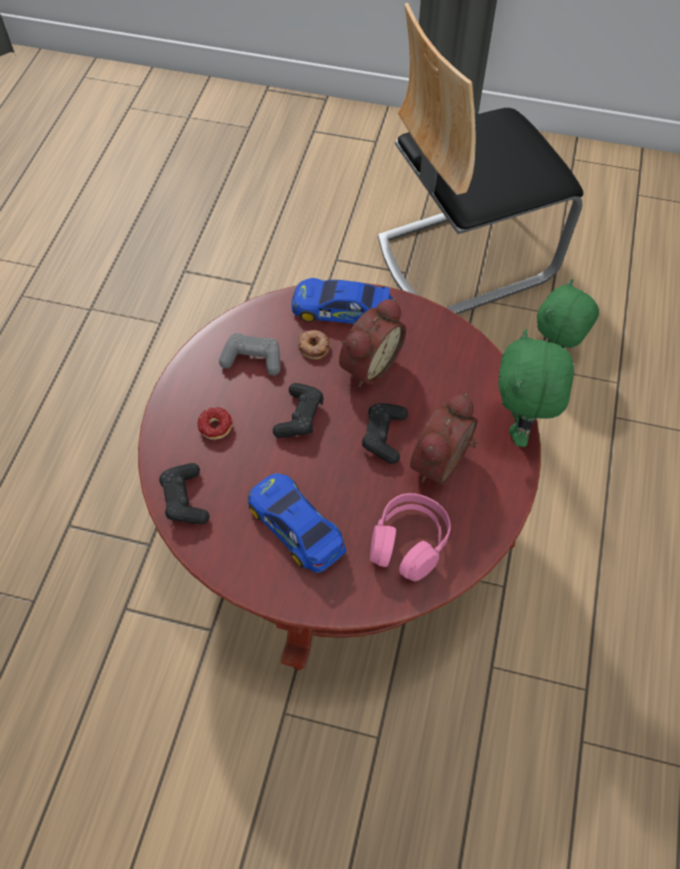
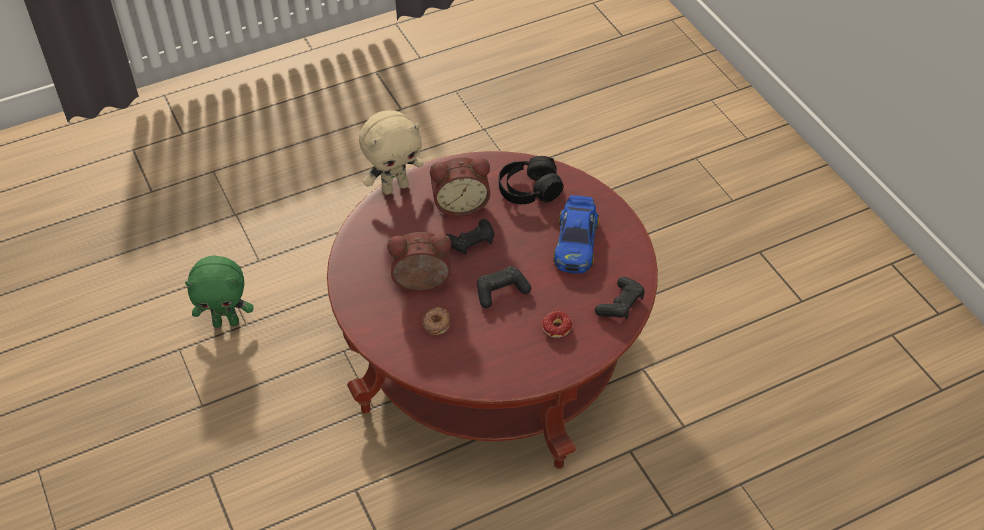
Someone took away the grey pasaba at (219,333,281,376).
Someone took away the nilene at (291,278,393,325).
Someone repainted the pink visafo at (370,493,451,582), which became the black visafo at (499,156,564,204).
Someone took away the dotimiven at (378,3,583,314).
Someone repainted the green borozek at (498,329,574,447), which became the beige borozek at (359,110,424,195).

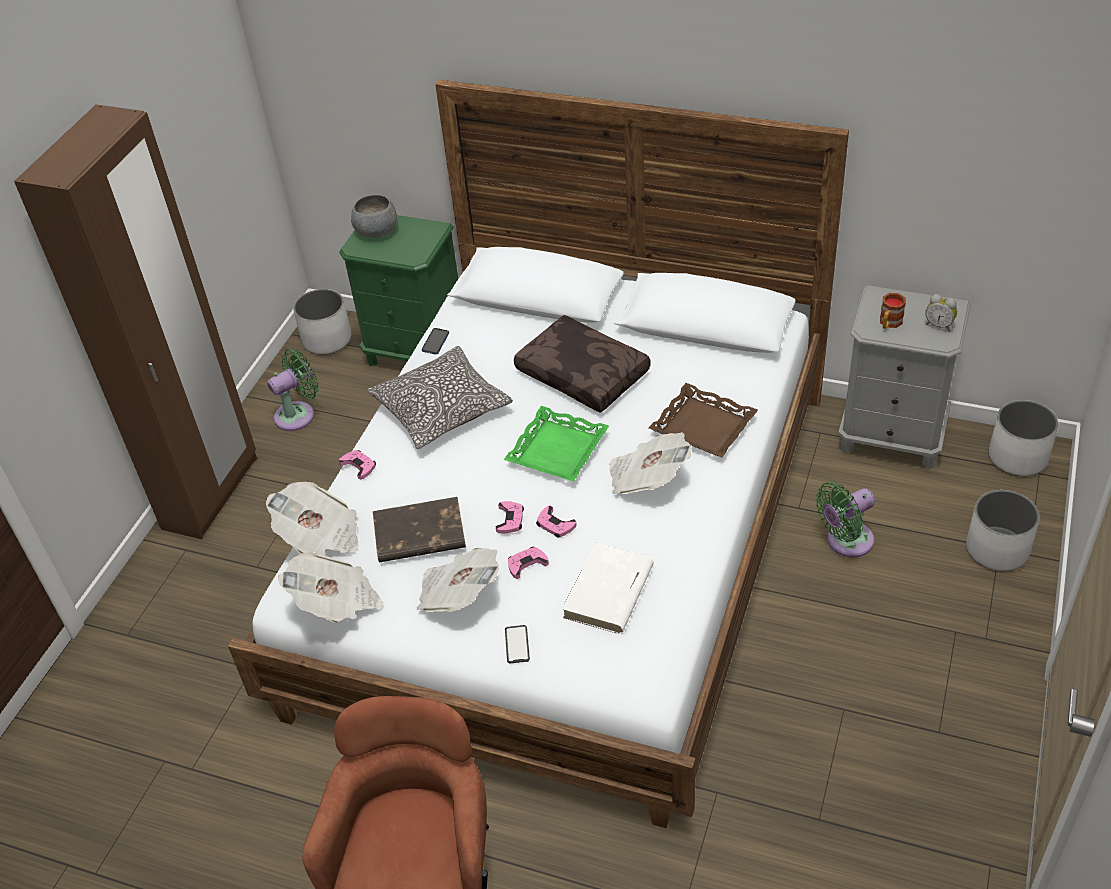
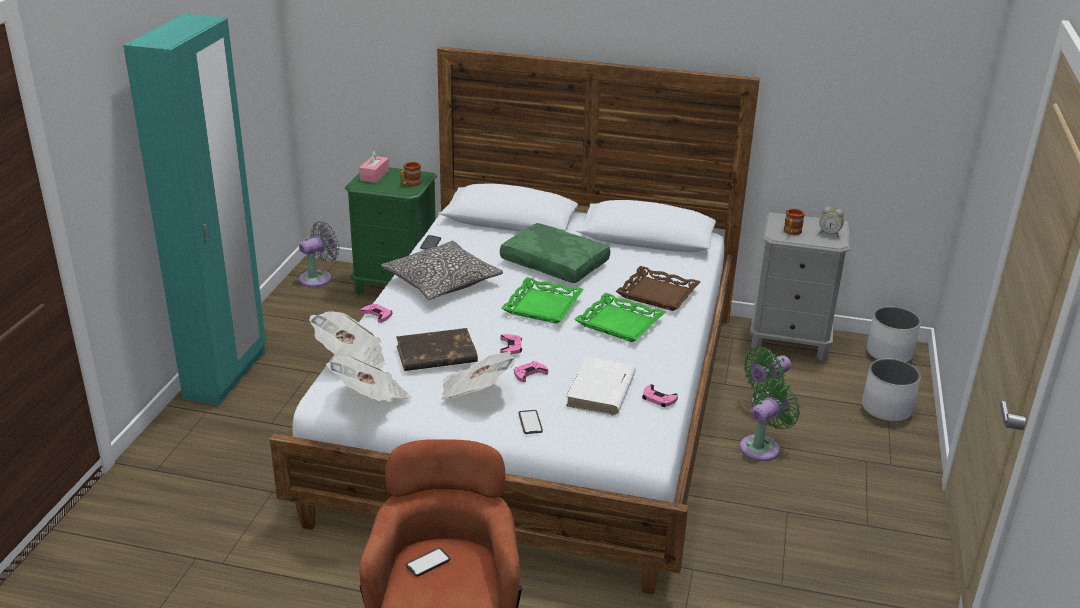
Someone repainted the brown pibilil at (14,104,257,539), which became the turquoise pibilil at (123,14,266,405).
Someone carried the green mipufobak from (267,348,319,431) to (740,378,800,461).
Someone swapped the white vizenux at (293,289,352,355) for the grey mipufobak at (299,221,339,287).
Someone swapped the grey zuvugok at (351,195,397,238) for the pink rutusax at (359,150,389,183).
Someone repainted the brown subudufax at (514,315,651,413), which became the green subudufax at (500,223,610,283).
Someone carried the pink pasaba from (536,506,577,537) to (642,384,678,407).
Someone swapped the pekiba at (609,433,692,494) for the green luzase at (574,293,665,342).
Someone put down the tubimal at (400,162,422,187).
Someone put down the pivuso at (406,548,451,576).

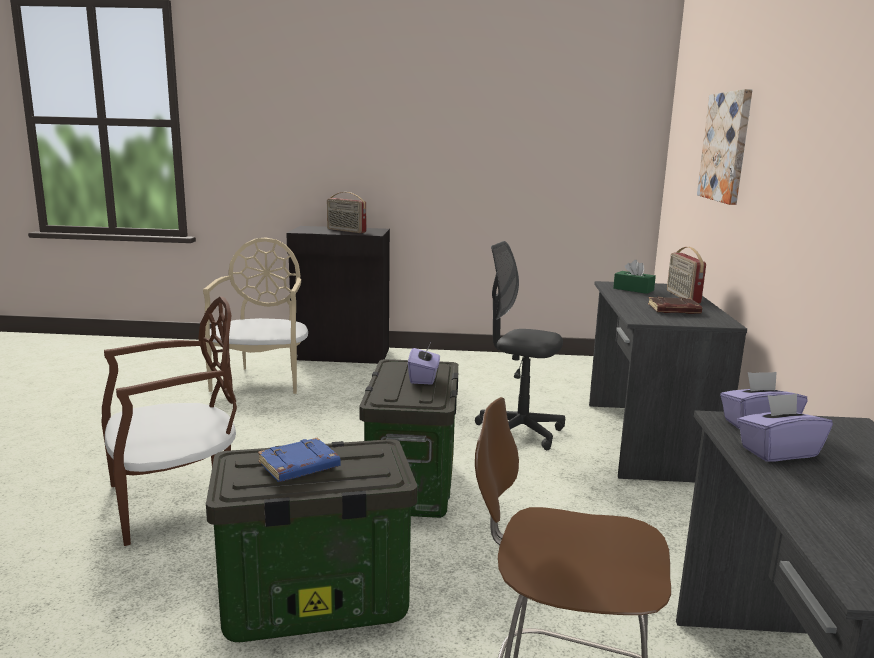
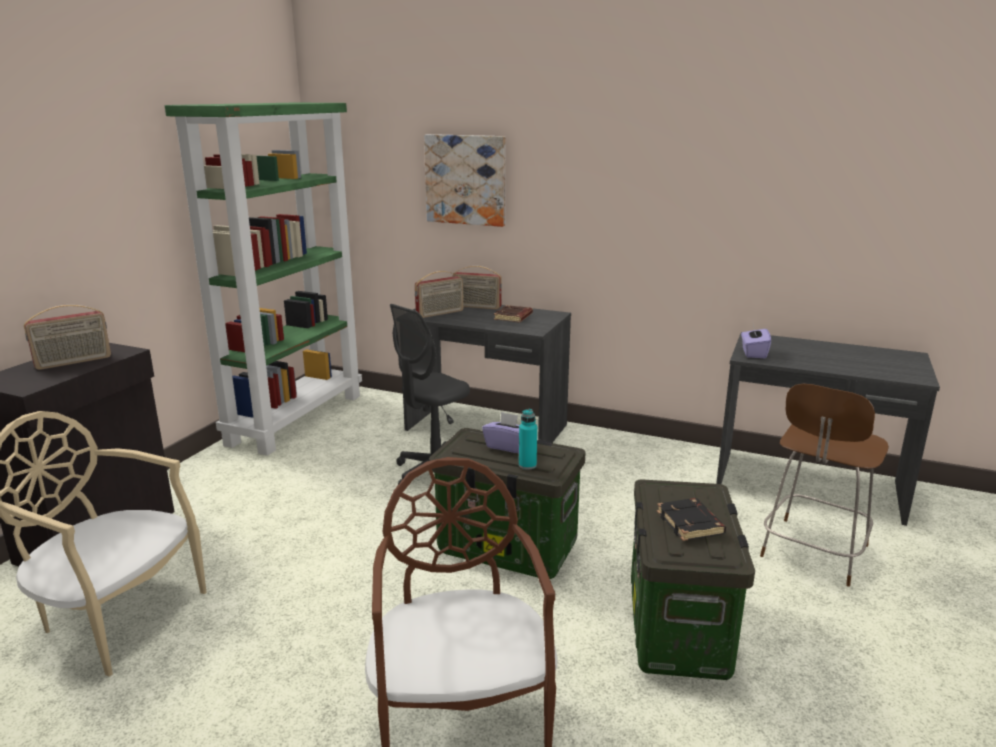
Someone repainted the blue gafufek at (258,438,341,482), which became the black gafufek at (657,498,726,541).
Someone swapped the green rutusax at (613,260,656,294) for the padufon at (415,271,463,318).
Someone took away the purple rutusax at (737,394,833,462).
Someone put down the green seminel at (165,103,362,456).
Someone put down the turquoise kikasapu at (519,409,537,470).

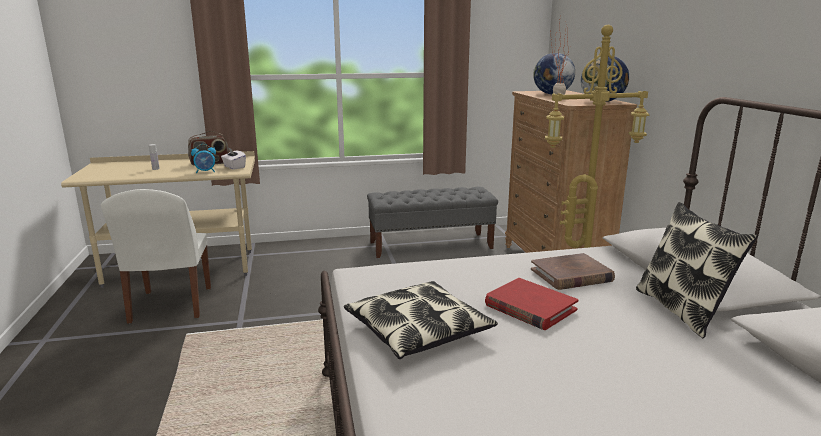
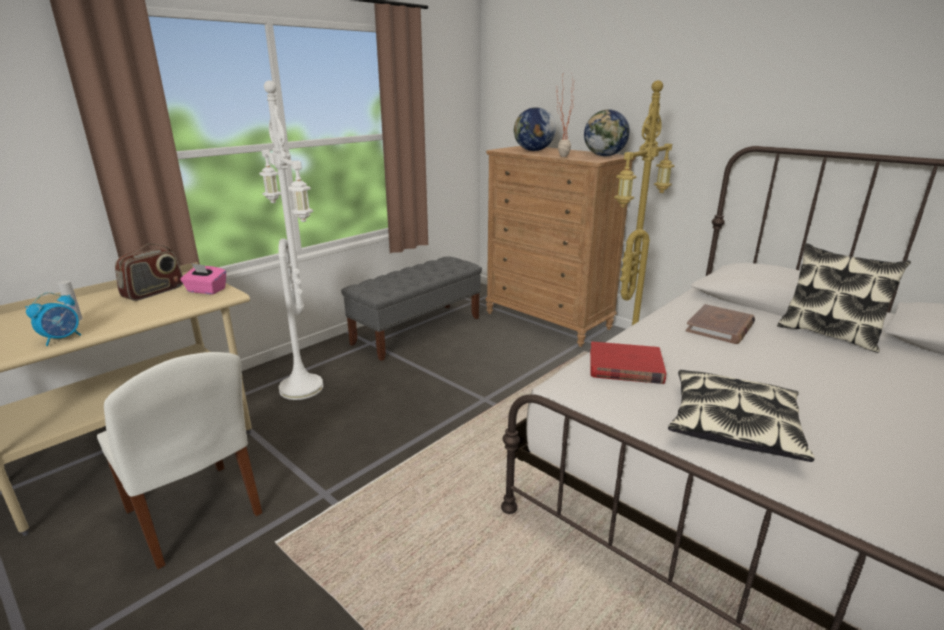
Someone carried the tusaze from (191,144,216,174) to (26,293,81,346).
Someone repainted the white rutusax at (221,147,246,170), which became the pink rutusax at (180,263,226,294).
Someone carried the red gafufek from (485,278,578,330) to (590,341,666,384).
Someone put down the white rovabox at (259,80,323,400).

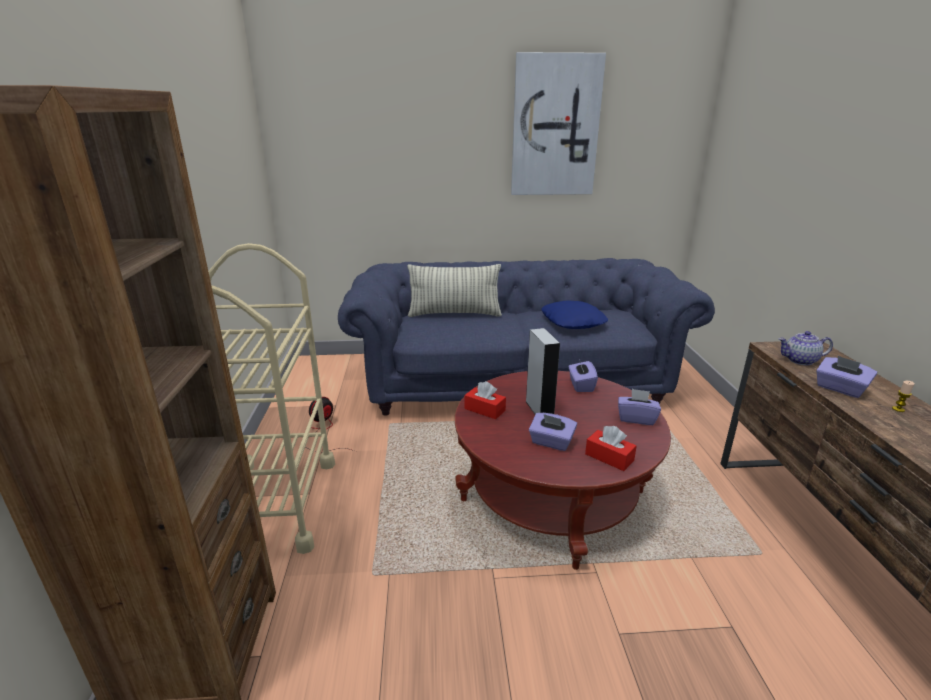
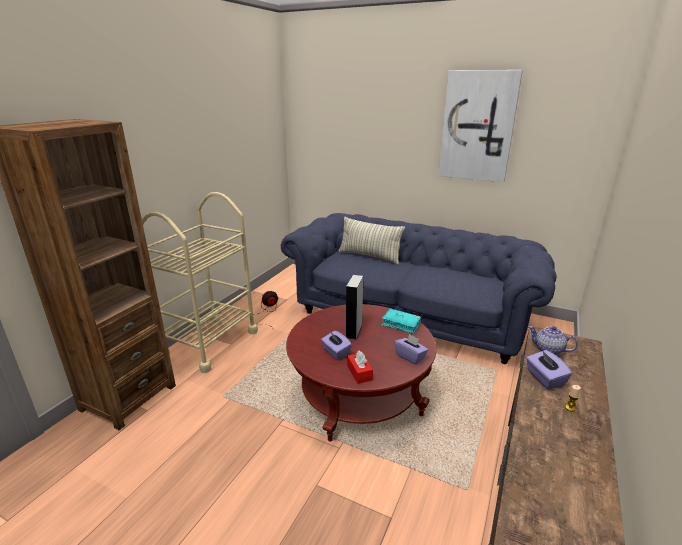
Someone took away the red rutusax at (464,381,506,419).
Someone took away the blue subudufax at (541,301,608,329).
Someone swapped the purple rutusax at (568,359,598,392) for the turquoise gafufek at (382,309,421,334).

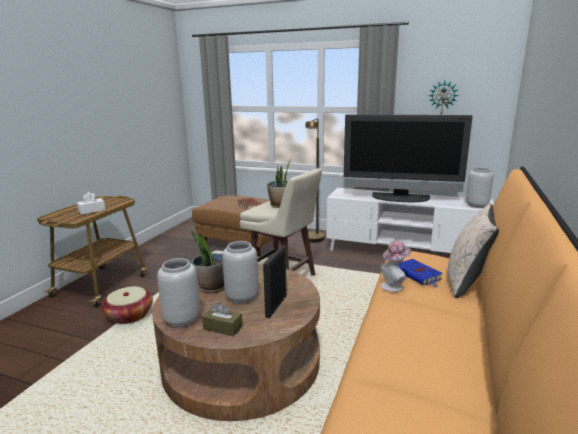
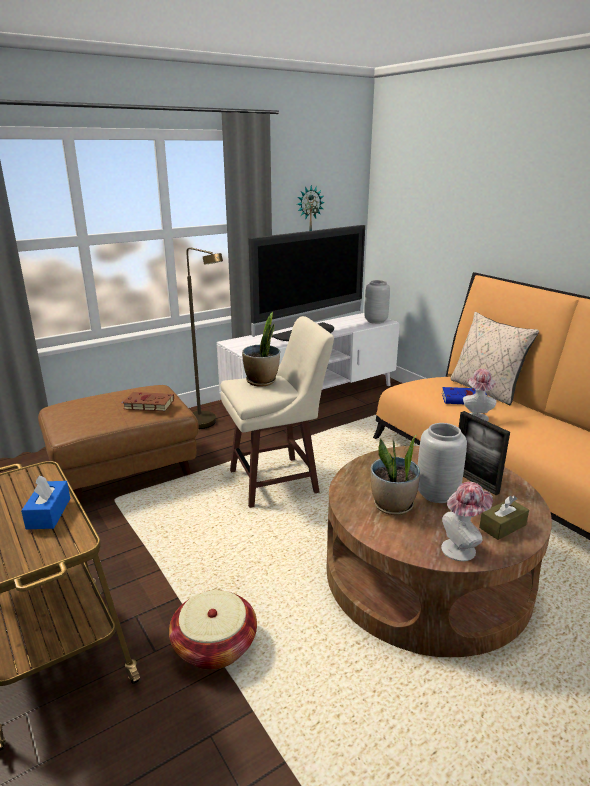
Someone repainted the white rutusax at (77,192,106,215), which became the blue rutusax at (21,476,70,529).
Someone swapped the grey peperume at (157,258,200,327) for the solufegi at (441,482,493,561).

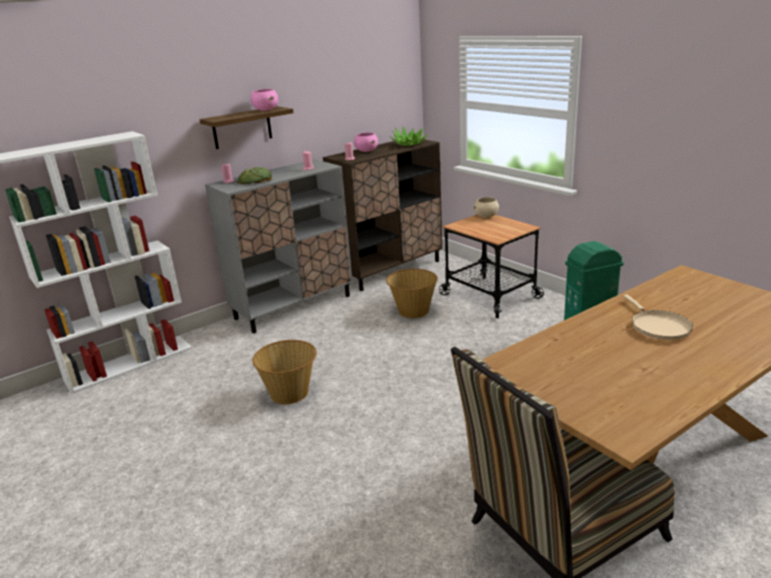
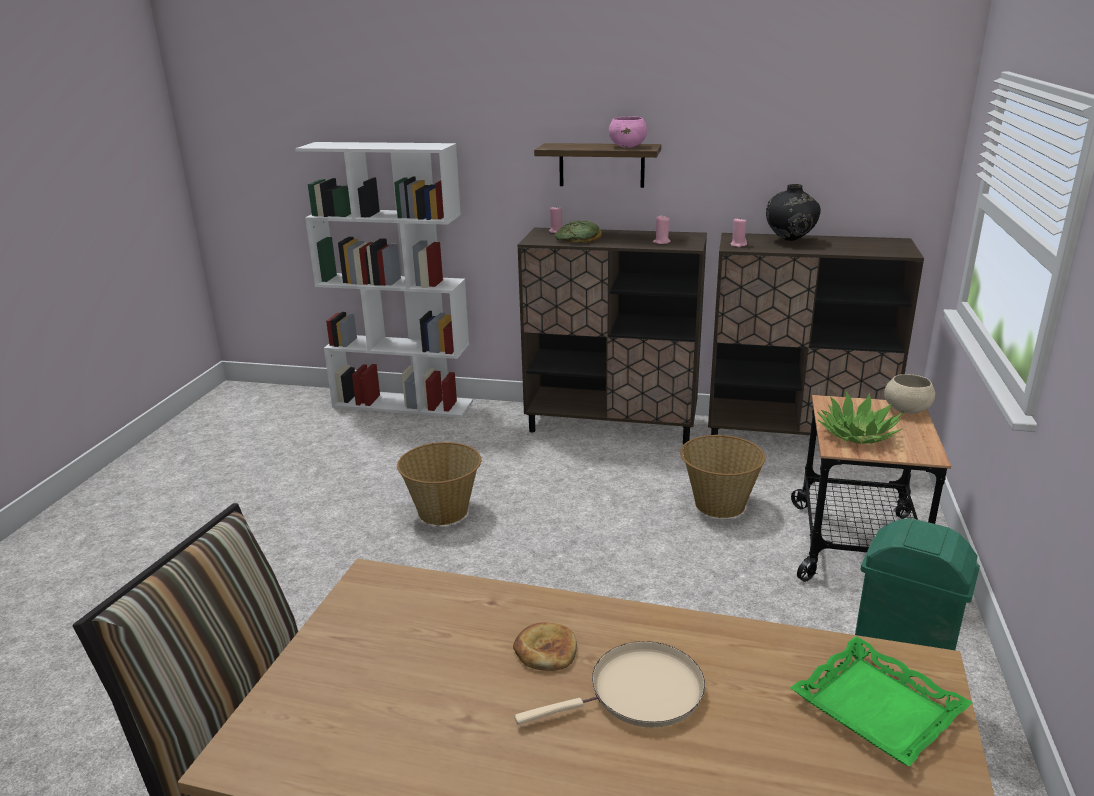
Someone repainted the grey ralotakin at (205,159,353,333), which became the brown ralotakin at (517,228,707,444).
Someone swapped the pink zuvugok at (354,132,378,152) for the black peperume at (766,184,821,241).
Someone carried the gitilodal from (391,126,429,146) to (817,392,903,444).
Someone rotated the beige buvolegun at (623,295,693,340) by 150 degrees counterclockwise.
Someone put down the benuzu at (513,622,577,671).
Someone put down the green luzase at (790,636,973,766).

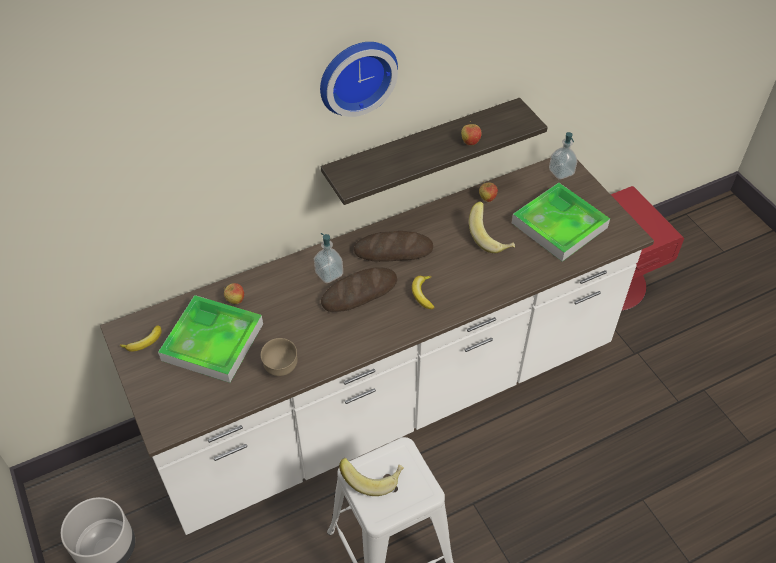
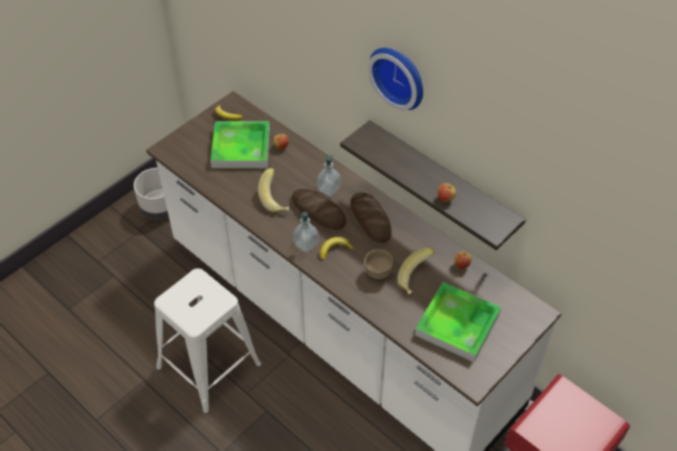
Someone carried the brown zuvugok from (261,338,297,376) to (364,249,393,279).
Someone carried the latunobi from (339,458,404,496) to (258,168,289,213).
Someone carried the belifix from (549,132,578,180) to (293,212,318,252).

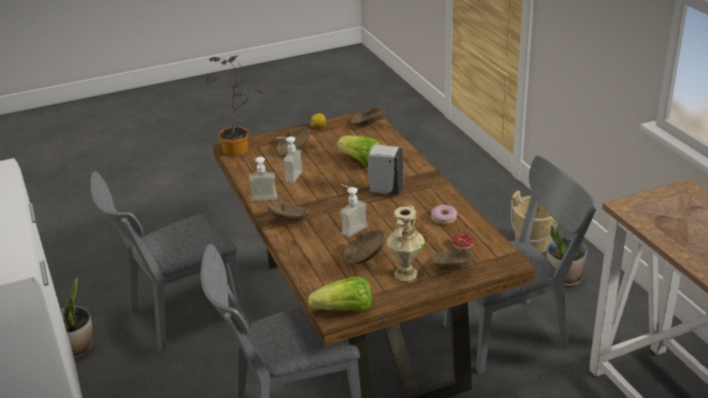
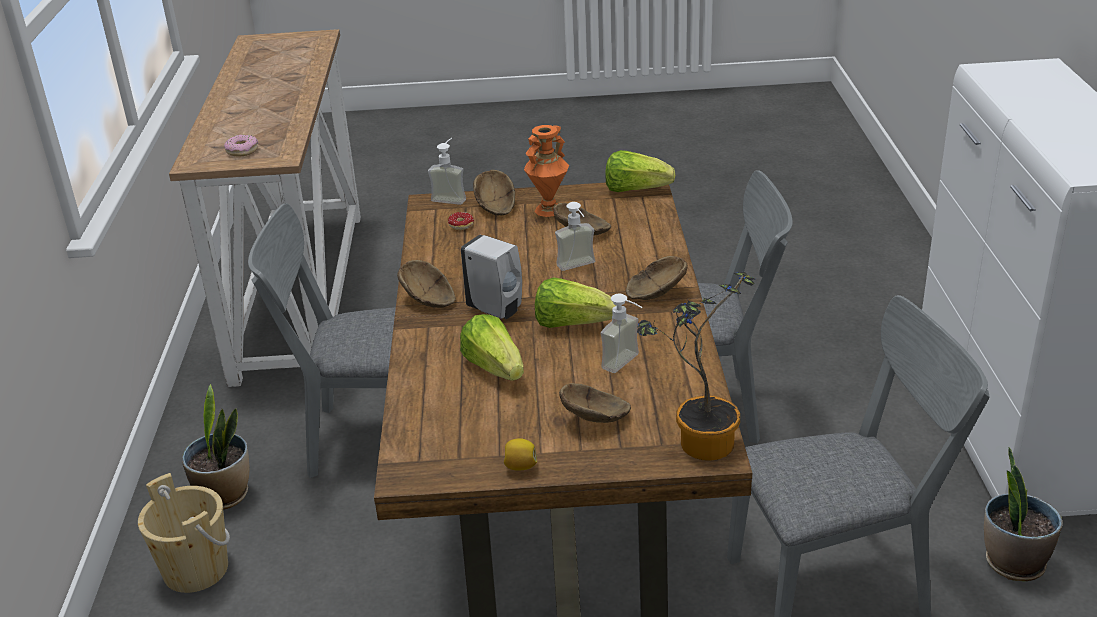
Someone carried the belifix from (249,157,277,201) to (428,138,466,205).
Someone carried the brown zuvugok from (350,107,385,126) to (397,260,456,308).
Someone repainted the beige peperume at (386,205,425,281), which became the orange peperume at (524,125,569,217).
Someone carried the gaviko from (431,205,457,224) to (224,135,258,156).
Someone put down the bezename at (535,277,617,328).

